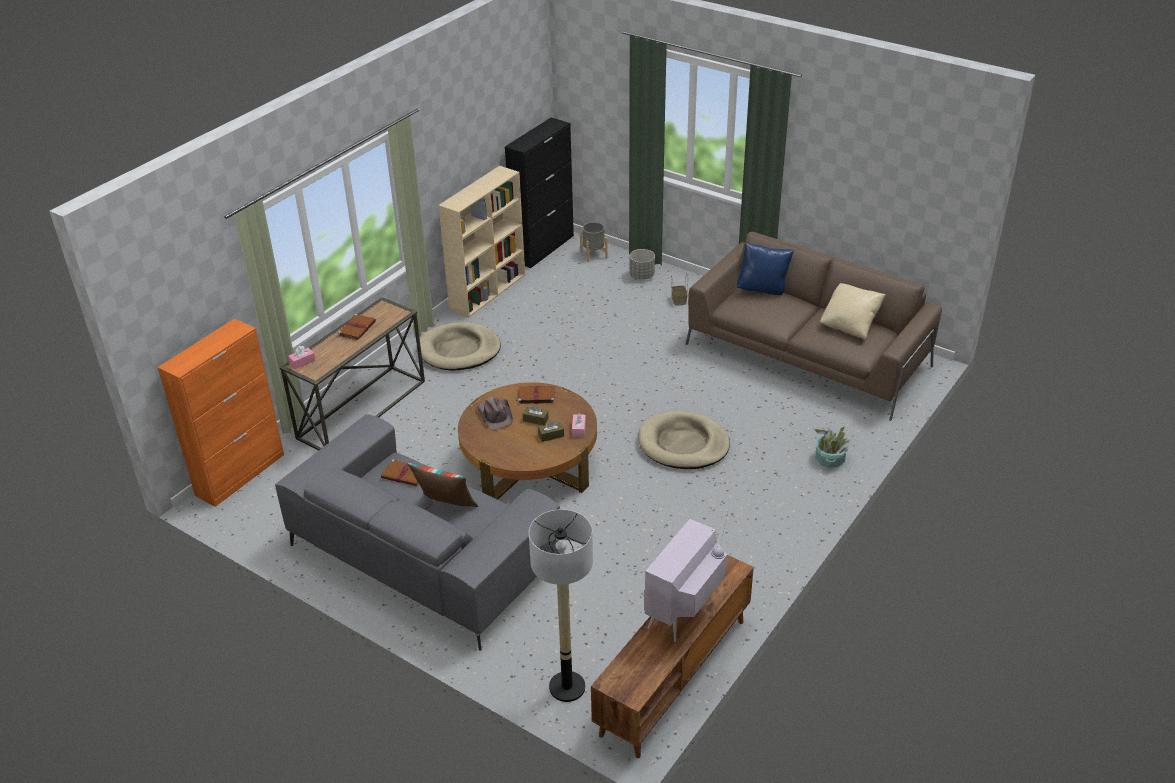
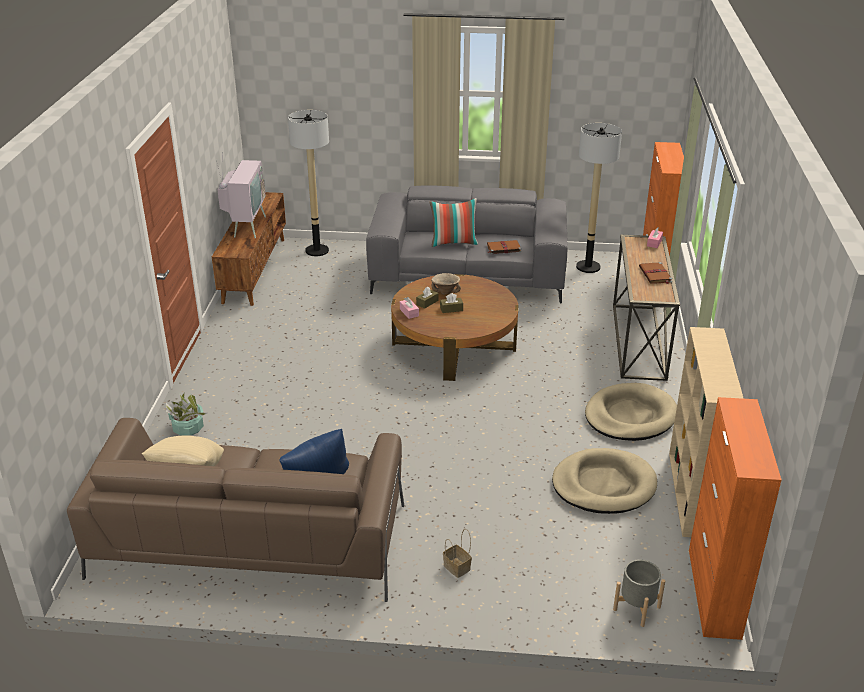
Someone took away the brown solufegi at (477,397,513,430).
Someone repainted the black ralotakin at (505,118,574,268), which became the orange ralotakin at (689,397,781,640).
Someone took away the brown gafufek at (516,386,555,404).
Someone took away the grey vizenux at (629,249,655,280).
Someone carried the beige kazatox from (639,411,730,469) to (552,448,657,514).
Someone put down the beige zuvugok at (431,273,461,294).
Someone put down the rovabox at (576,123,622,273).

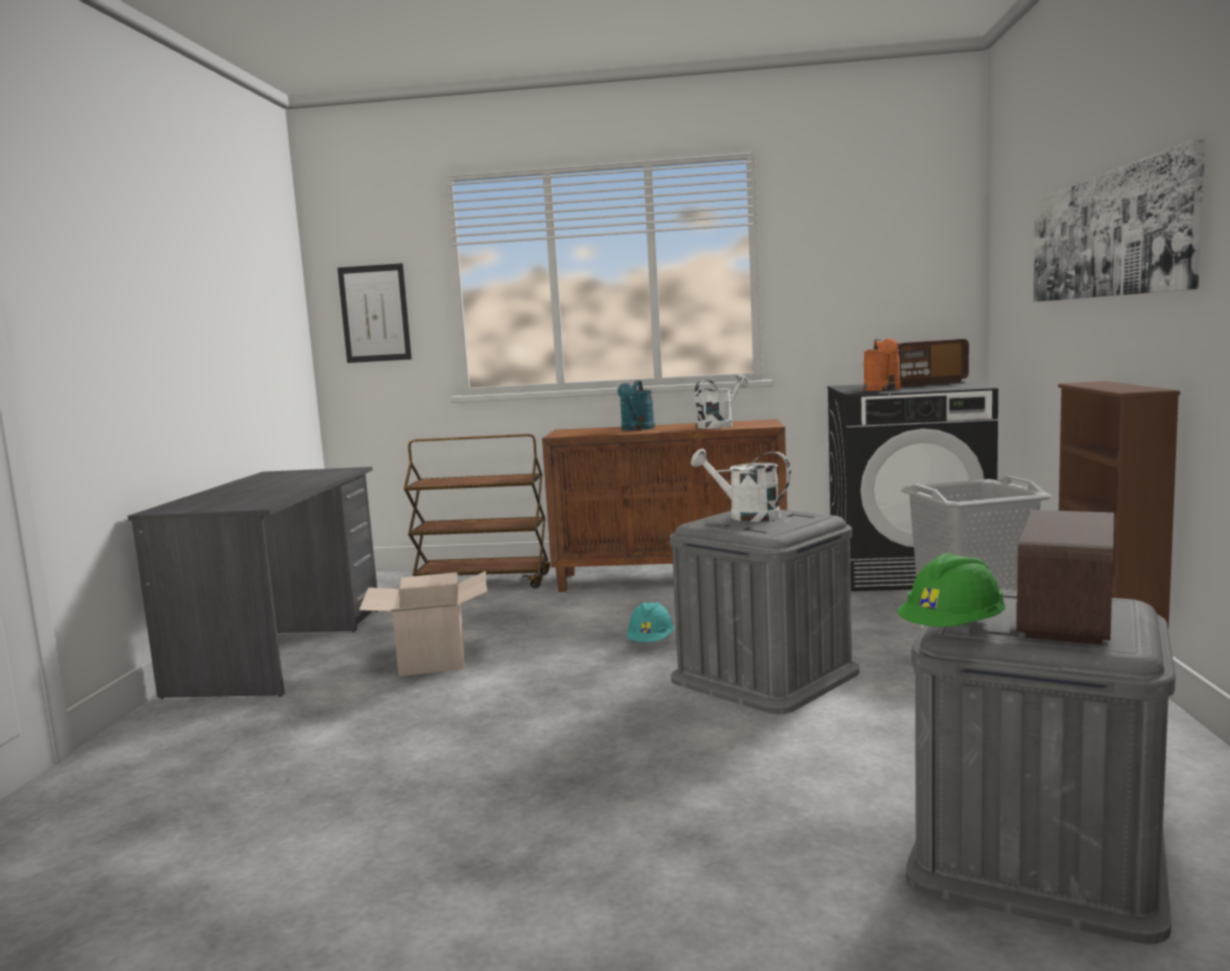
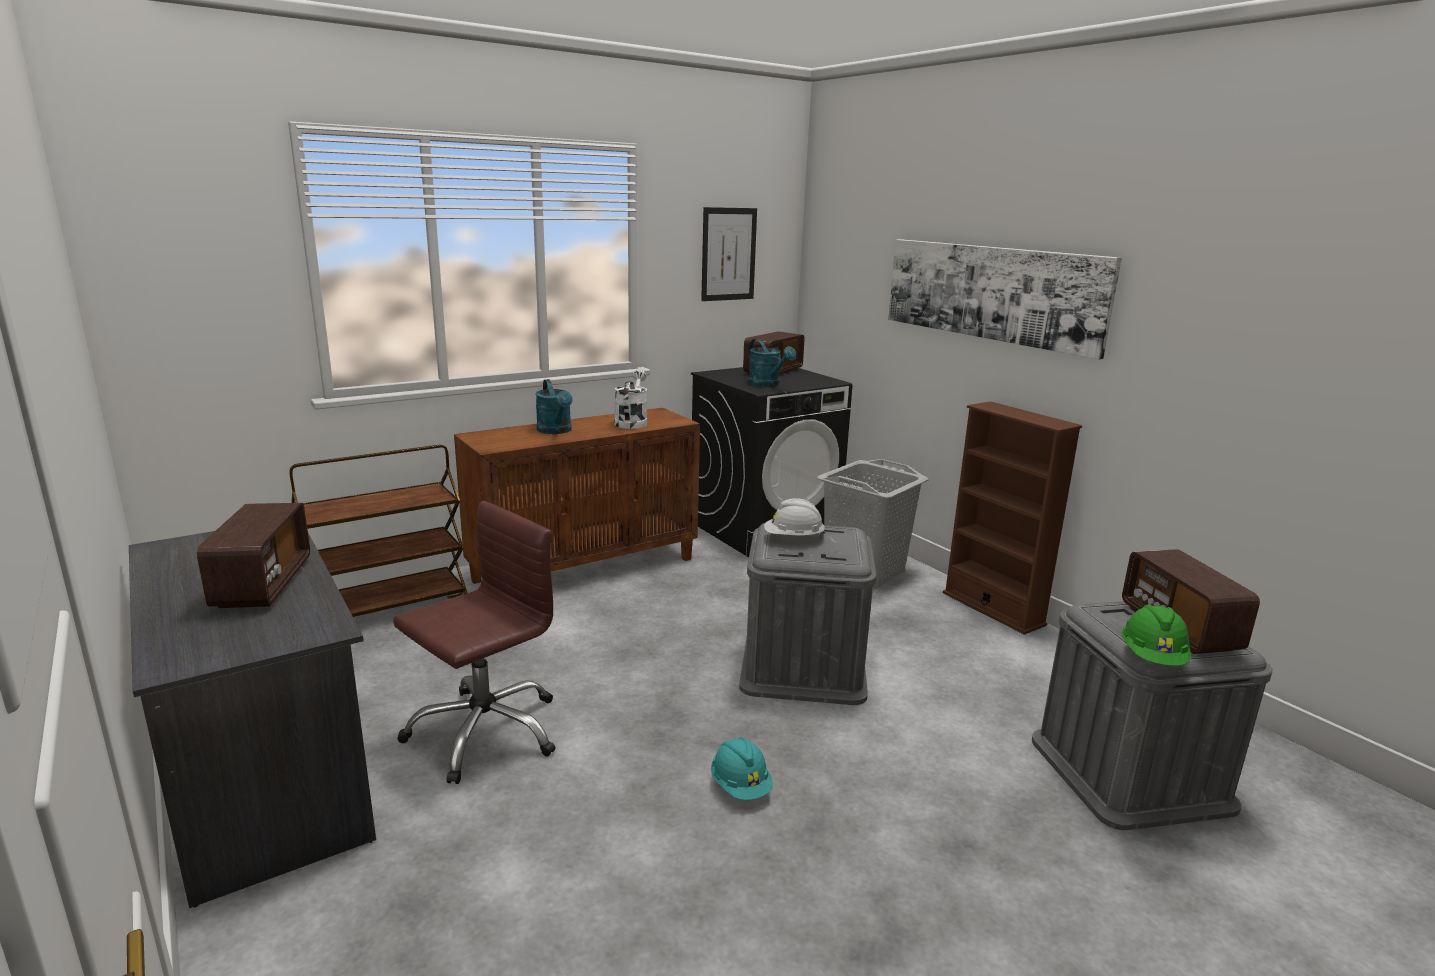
Someone carried the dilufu from (337,263,412,363) to (701,207,757,301).
Someone swapped the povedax at (359,571,487,676) for the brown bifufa at (393,501,556,784).
Someone carried the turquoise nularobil from (627,602,674,642) to (711,737,773,800).
Someone swapped the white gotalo at (691,449,791,522) for the white nularobil at (764,498,825,538).
Someone repainted the orange gotalo at (863,338,901,391), which became the turquoise gotalo at (748,339,796,387).
Someone put down the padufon at (197,503,310,608).

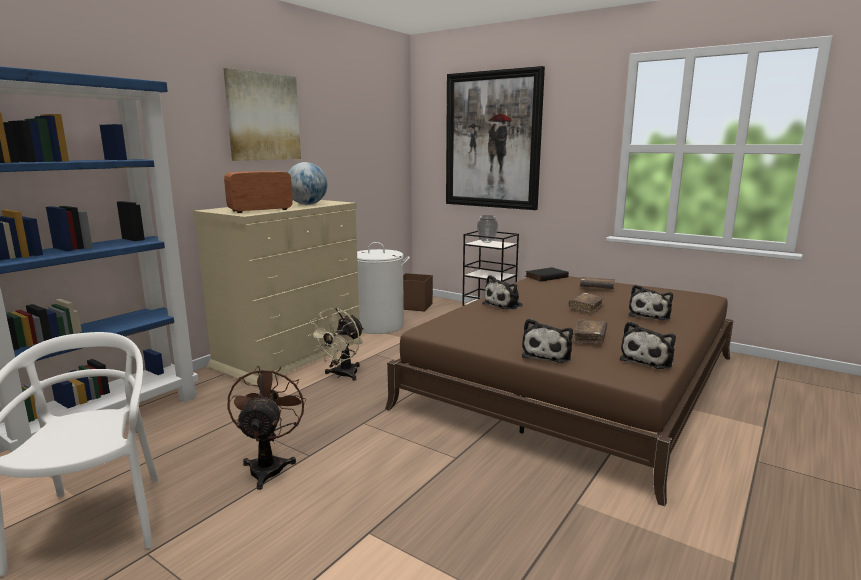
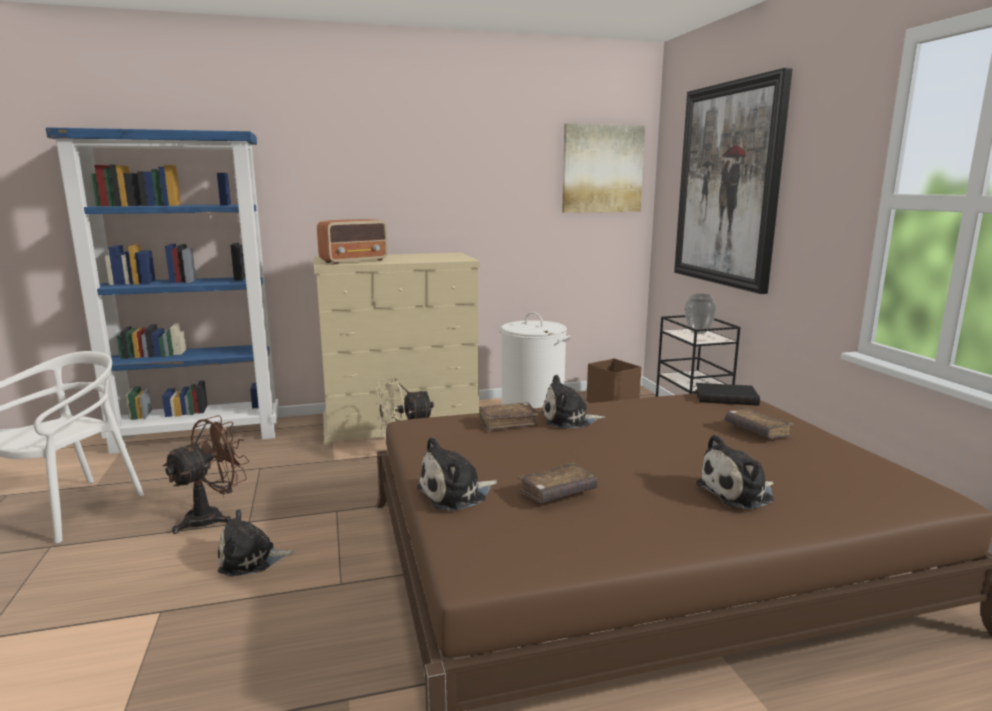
Someone carried the dilufu from (223,68,301,161) to (562,123,645,213).
Someone rotated the padufon at (224,171,293,213) by 135 degrees clockwise.
Someone took away the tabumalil at (287,162,327,205).
Someone carried the brown gafufek from (569,292,605,314) to (479,402,538,431).
Someone carried the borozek from (620,321,676,369) to (218,509,295,576).

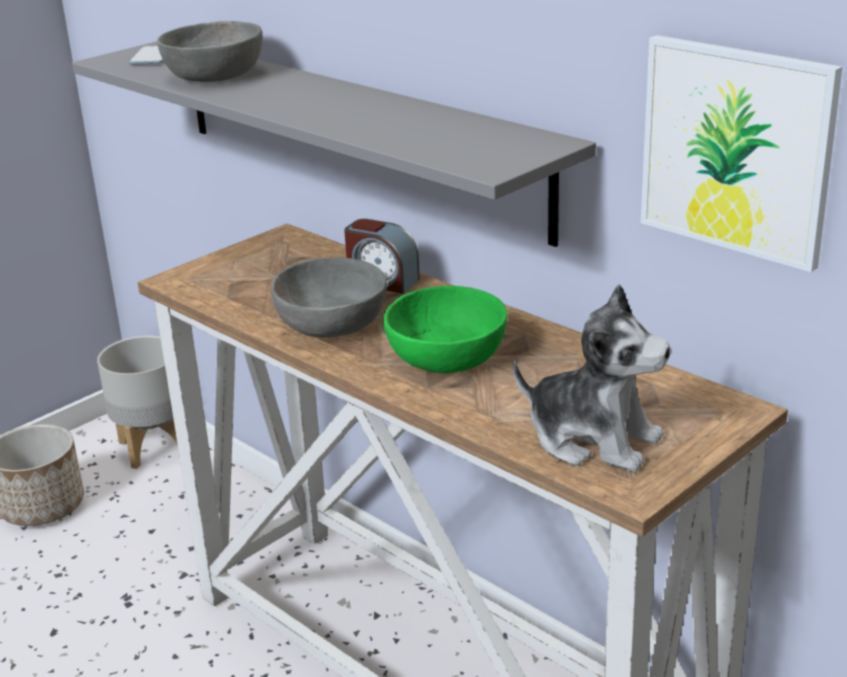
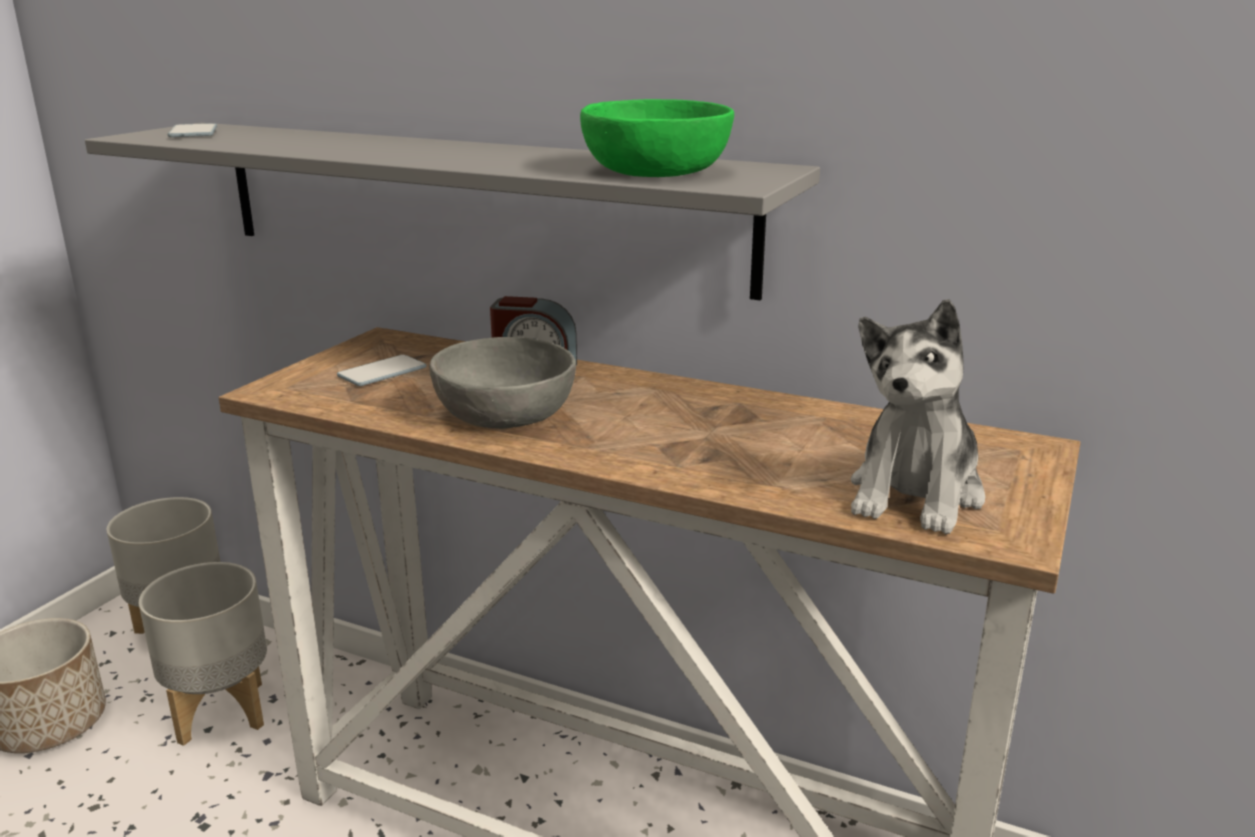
Someone took away the grey zuvugok at (157,21,263,82).
Someone carried the green zuvugok from (383,286,507,373) to (580,99,734,177).
Someone rotated the borozek at (513,284,671,472) by 105 degrees clockwise.
Someone took away the dilufu at (641,35,842,272).
Someone put down the grey vizenux at (139,562,267,746).
Someone put down the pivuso at (337,355,427,386).

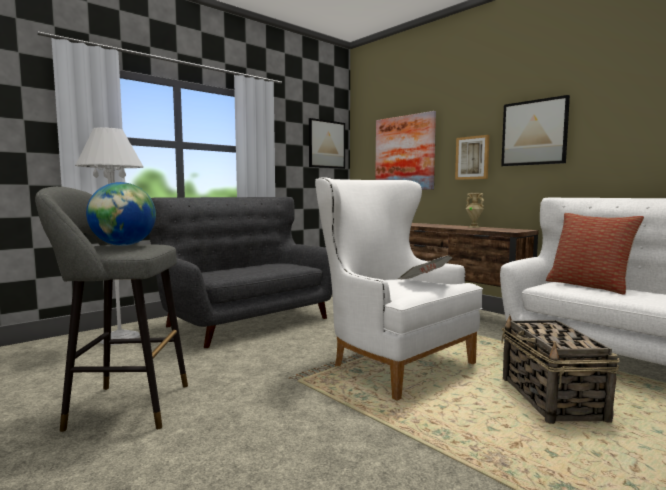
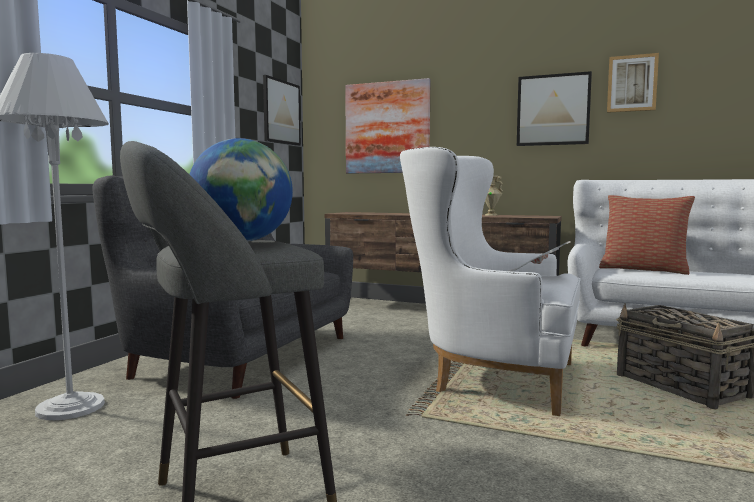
Someone carried the dilufu from (455,135,489,180) to (607,53,659,113).

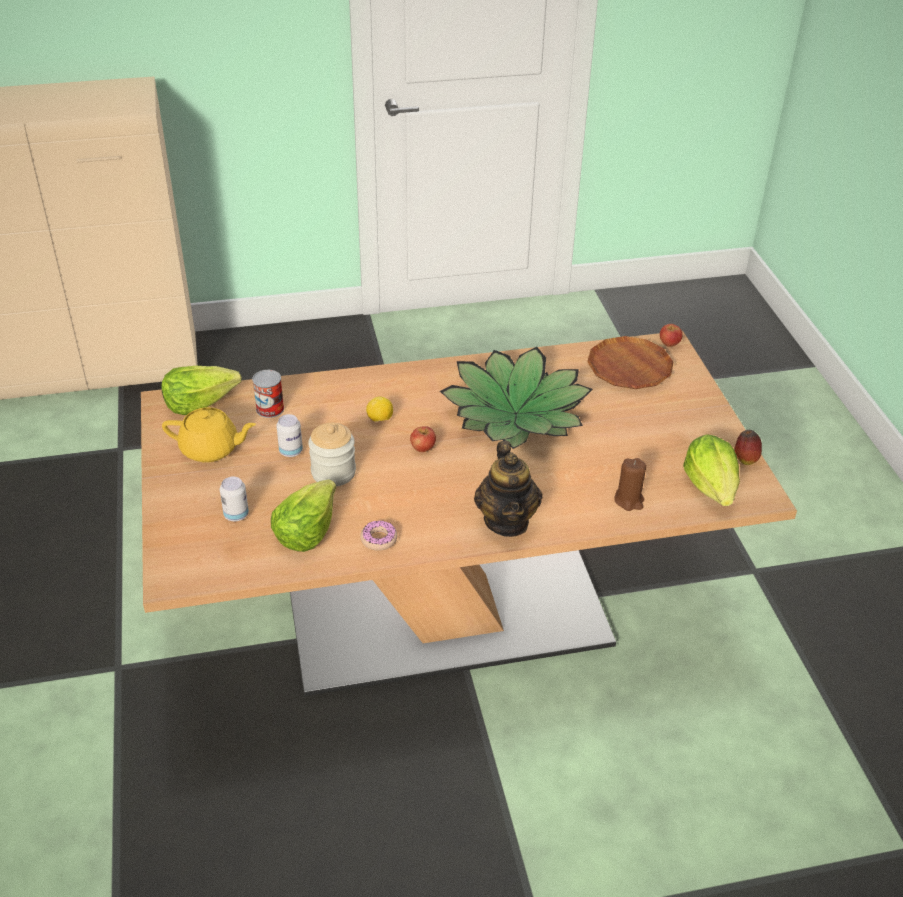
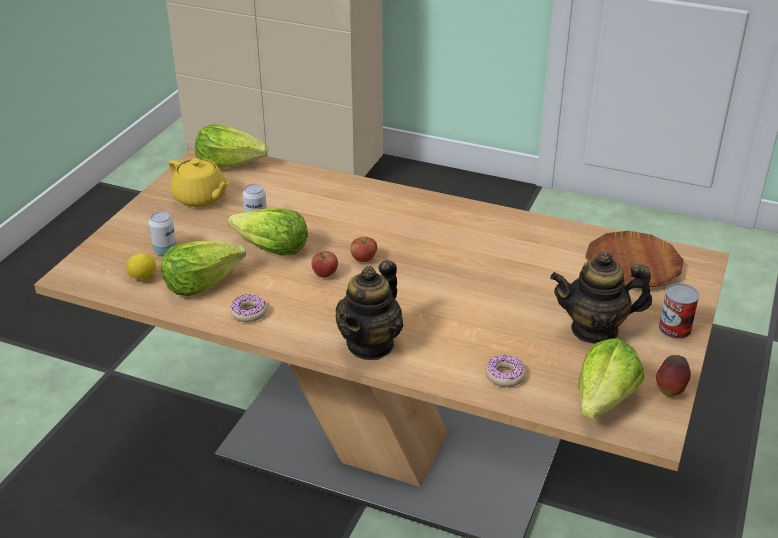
Someone carried the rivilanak from (252,370,284,418) to (658,283,700,339).
Someone swapped the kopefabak at (308,423,356,486) for the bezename at (228,208,308,256).
Someone carried the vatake from (366,396,393,422) to (126,253,156,281).
Someone took away the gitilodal at (440,347,593,449).
Someone swapped the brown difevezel at (614,458,646,511) for the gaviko at (486,355,526,387).
Someone carried the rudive from (660,324,683,347) to (311,251,338,278).
Someone put down the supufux at (550,252,652,344).

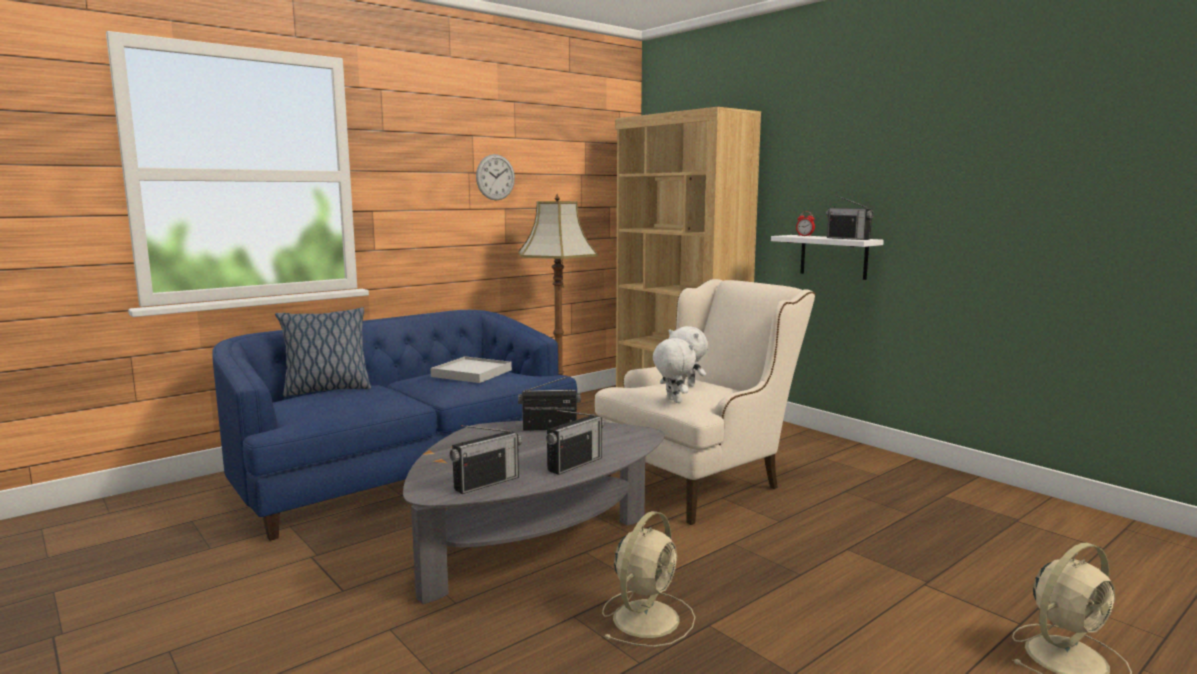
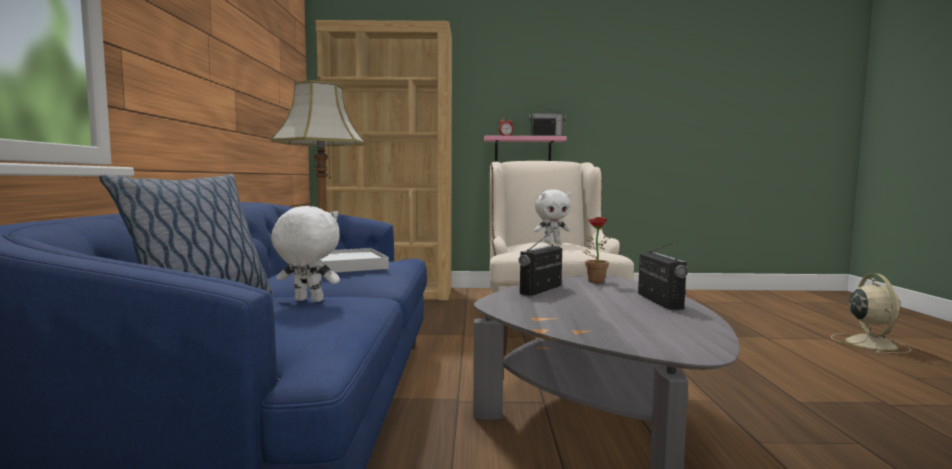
Someone took away the padufon at (449,425,522,494).
Someone took away the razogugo at (476,154,515,201).
Someone took away the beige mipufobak at (602,511,695,647).
Someone carried the white borozek from (653,338,696,403) to (271,206,340,302).
Someone repainted the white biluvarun at (771,235,884,280), which became the pink biluvarun at (484,136,567,162).
Someone put down the gitilodal at (583,217,613,283).

